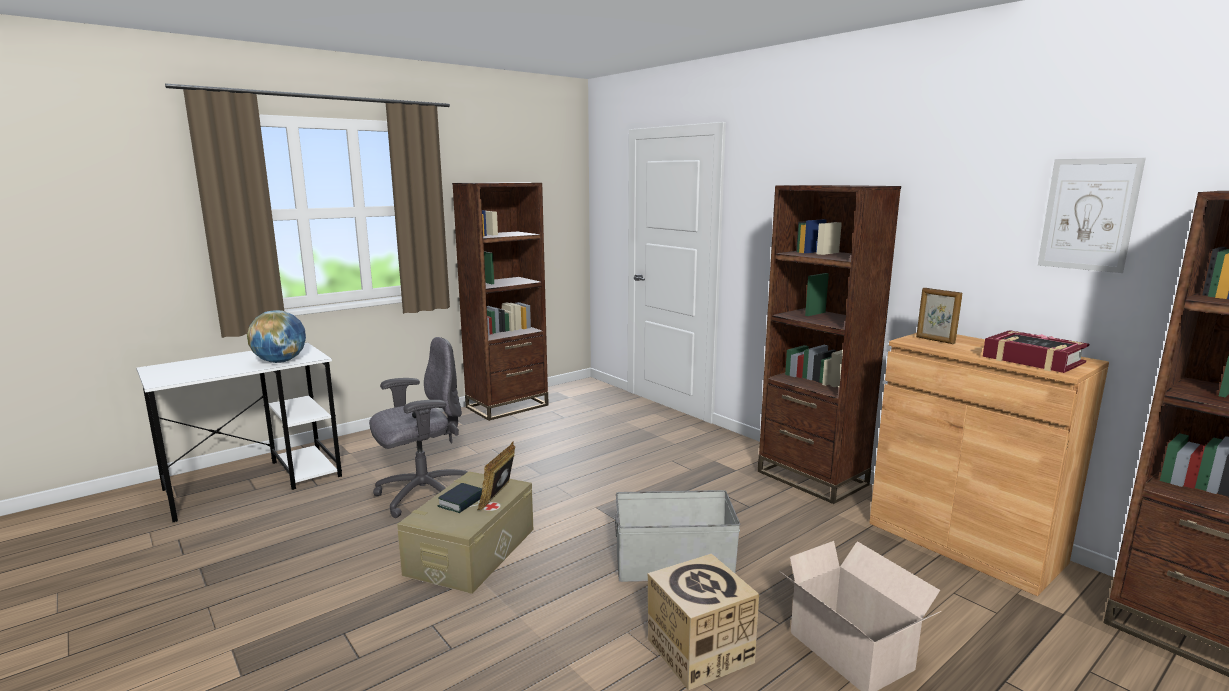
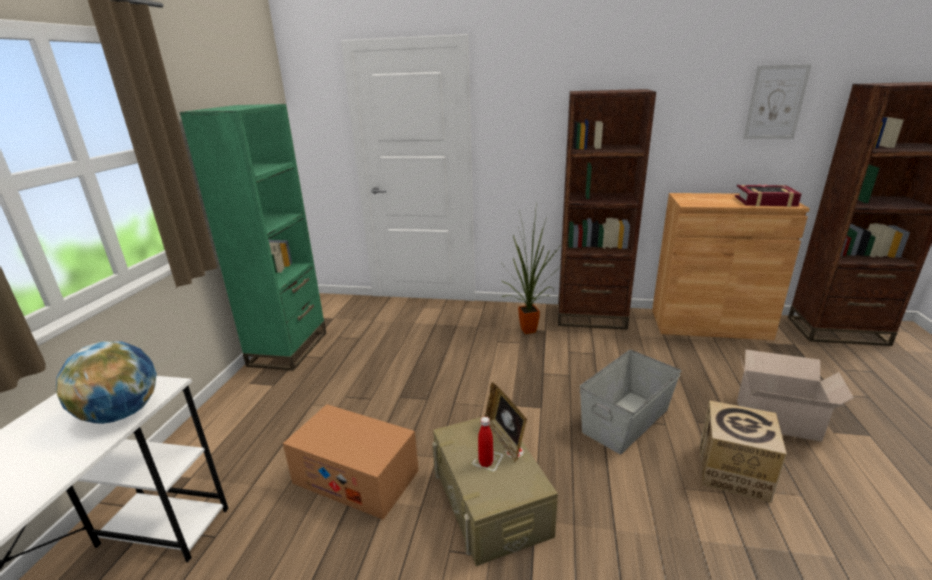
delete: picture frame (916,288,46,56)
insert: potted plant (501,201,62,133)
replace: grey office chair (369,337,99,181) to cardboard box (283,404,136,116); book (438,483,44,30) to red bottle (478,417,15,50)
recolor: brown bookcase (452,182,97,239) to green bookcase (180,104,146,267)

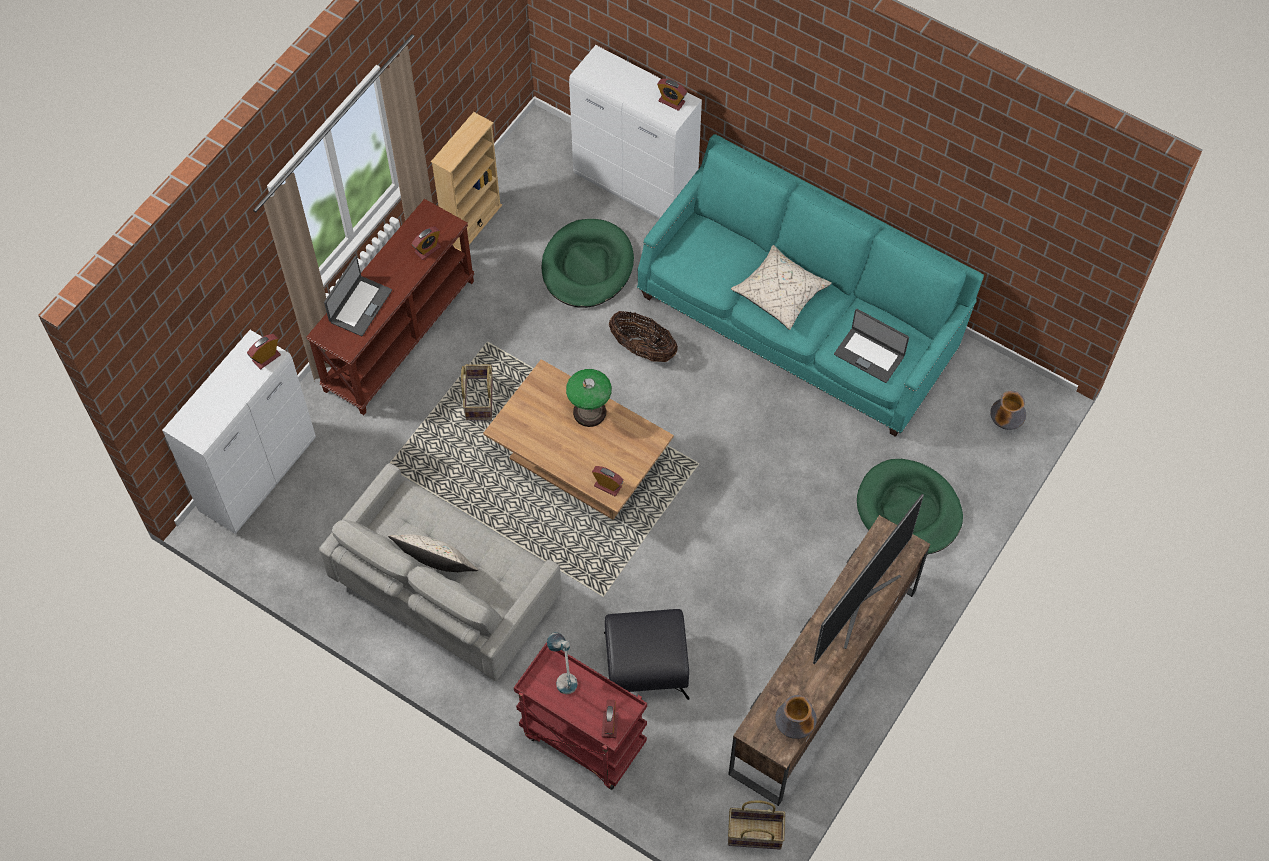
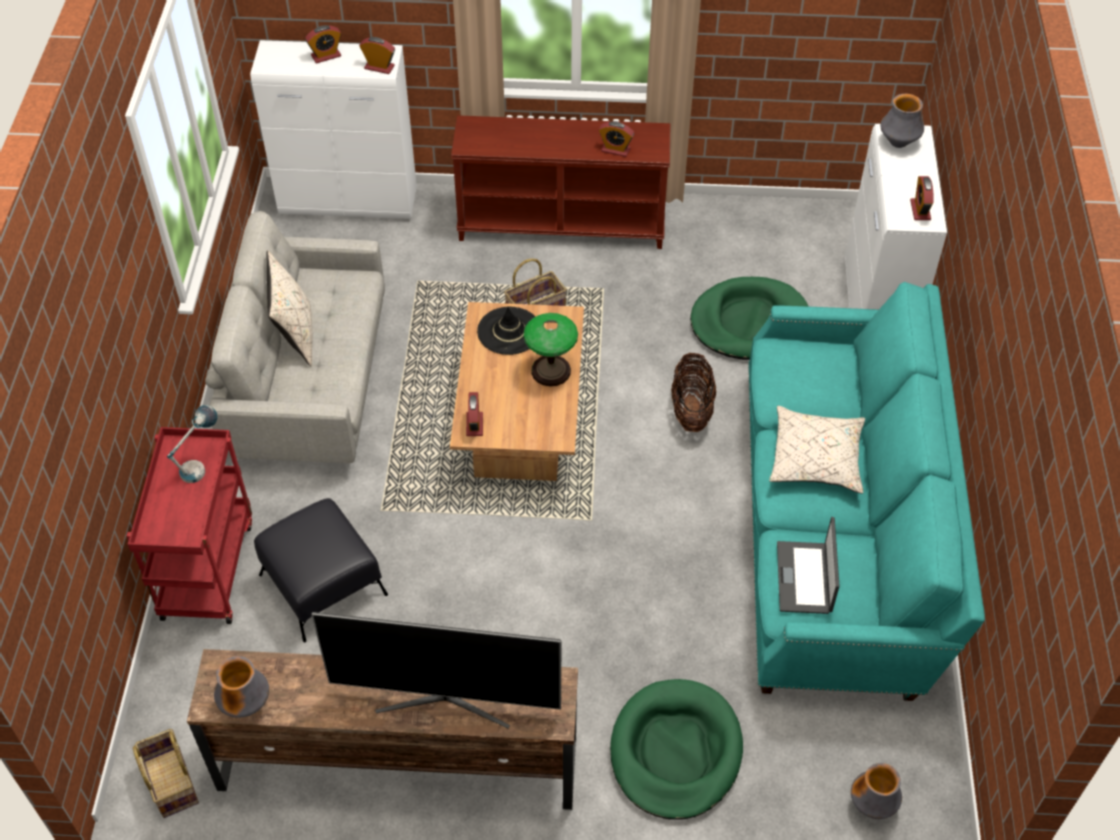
delete: laptop (324,256,68,80); beige bookcase (431,112,71,140)
insert: black hat (477,307,59,48); vase (880,94,44,54)
move: alarm clock (602,699,17,39) to (305,25,36,39)

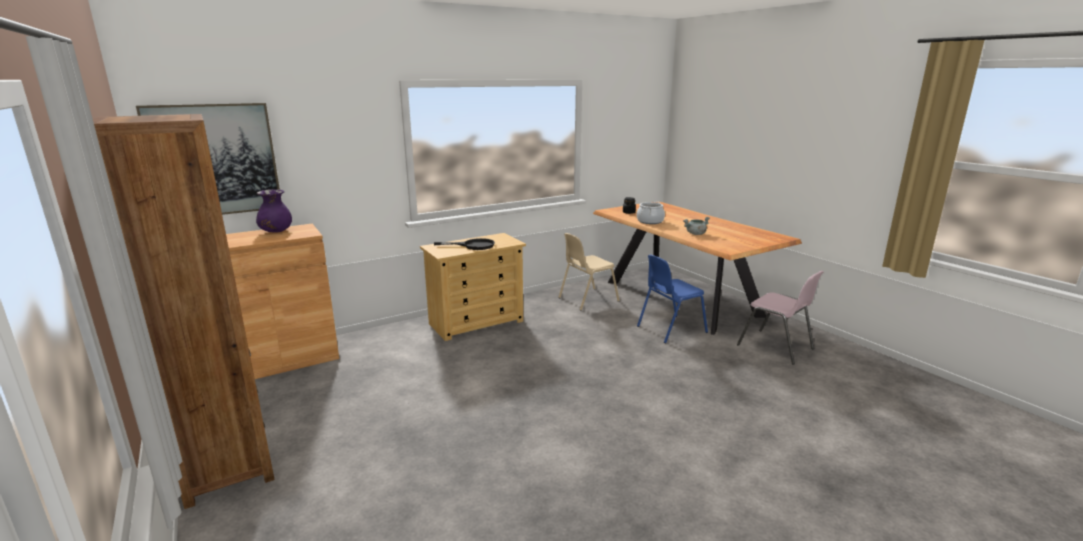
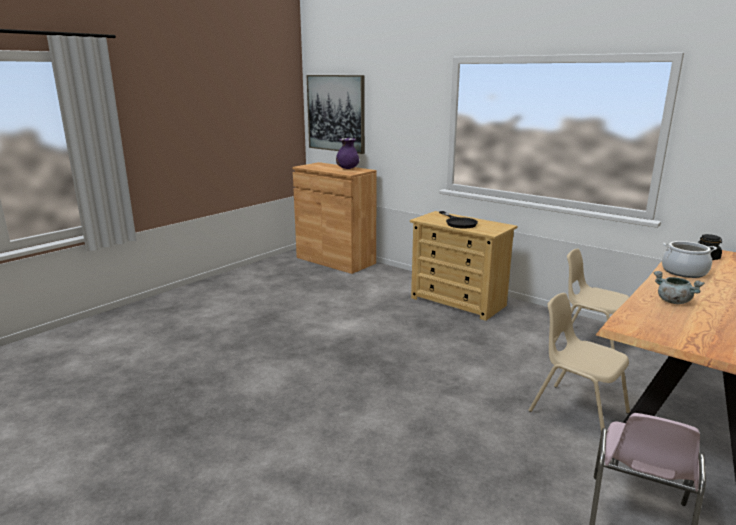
delete: brown bookcase (93,114,182,395)
recolor: blue chair (637,254,71,89) to beige chair (529,293,101,138)

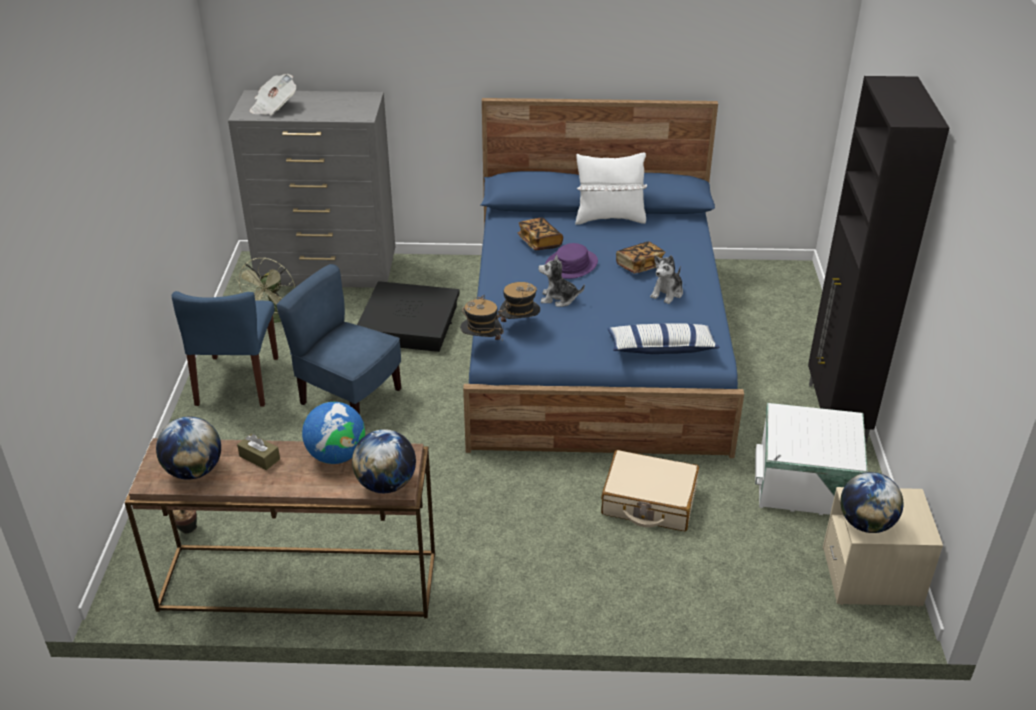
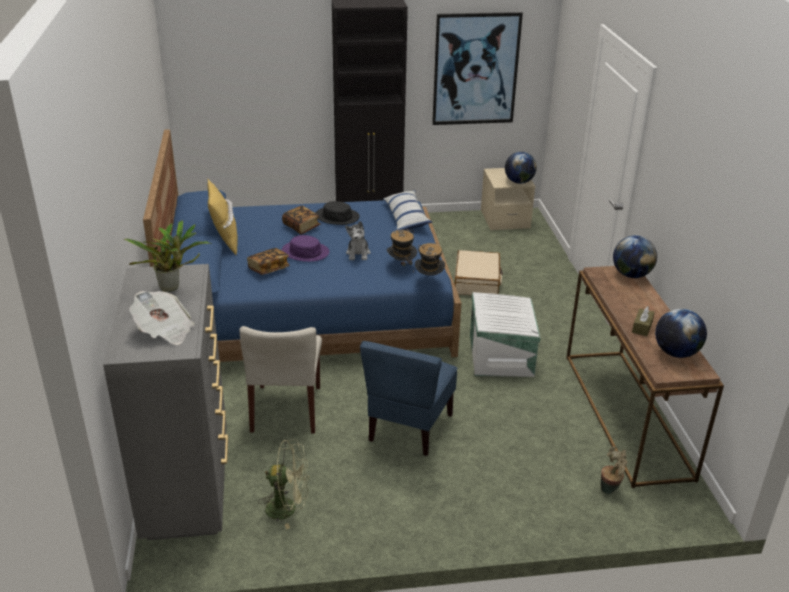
delete: blue chair (172,291,106,115); globe (302,402,63,62)
insert: potted plant (124,220,88,72); picture (432,12,91,113)
move: white storage box (755,403,113,112) to (470,292,71,85)
replace: black storage box (357,281,103,71) to beige chair (239,326,83,107); plush toy (650,255,33,49) to black hat (316,201,44,24)
recolor: white pillow (575,153,72,72) to yellow pillow (207,178,31,77)

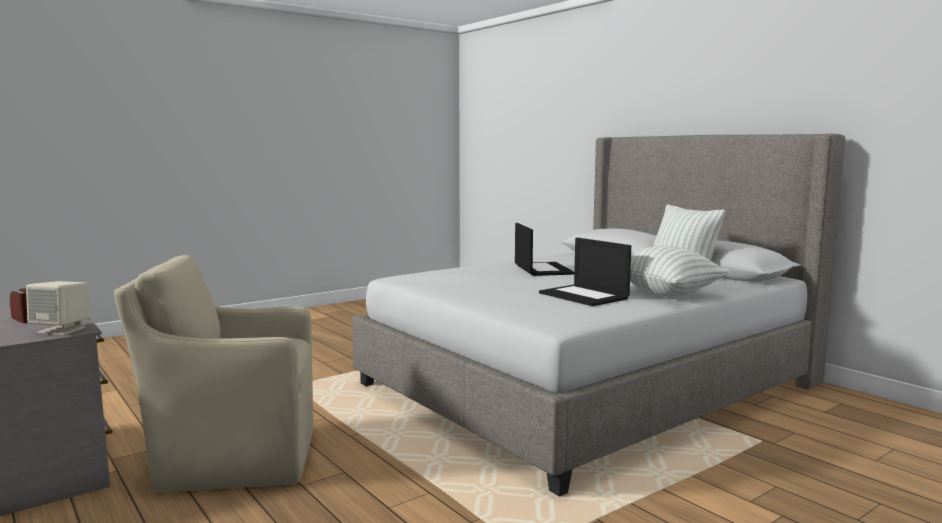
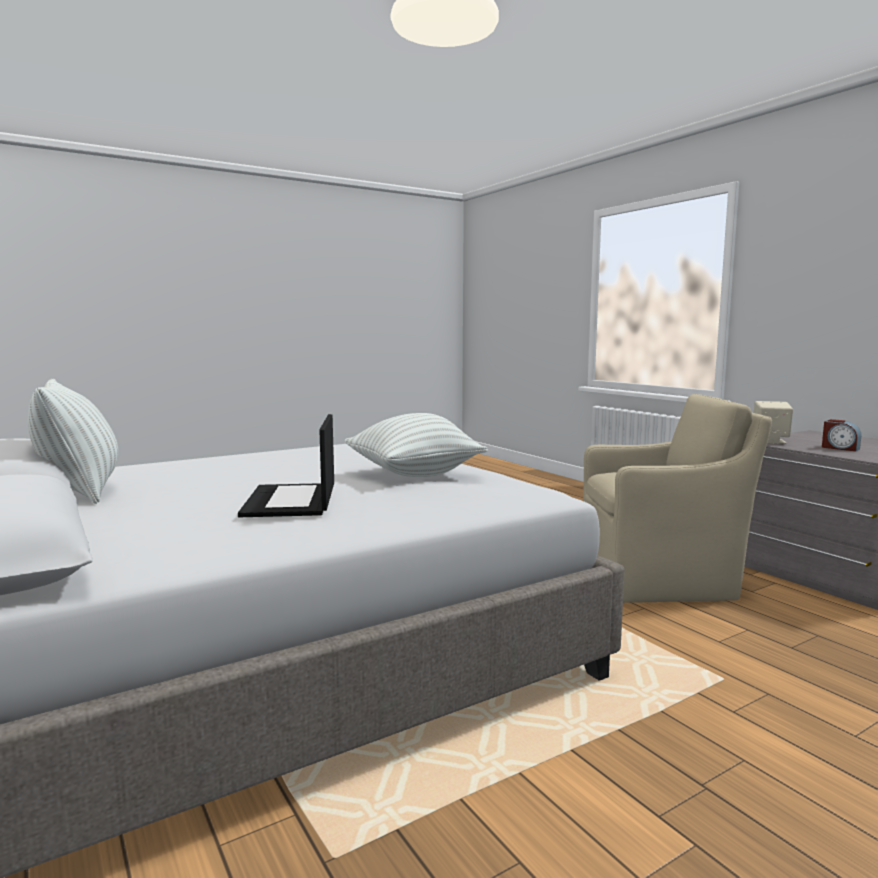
delete: laptop (539,238,92,68)
move: white pillow (630,246,101,51) to (345,413,143,64)

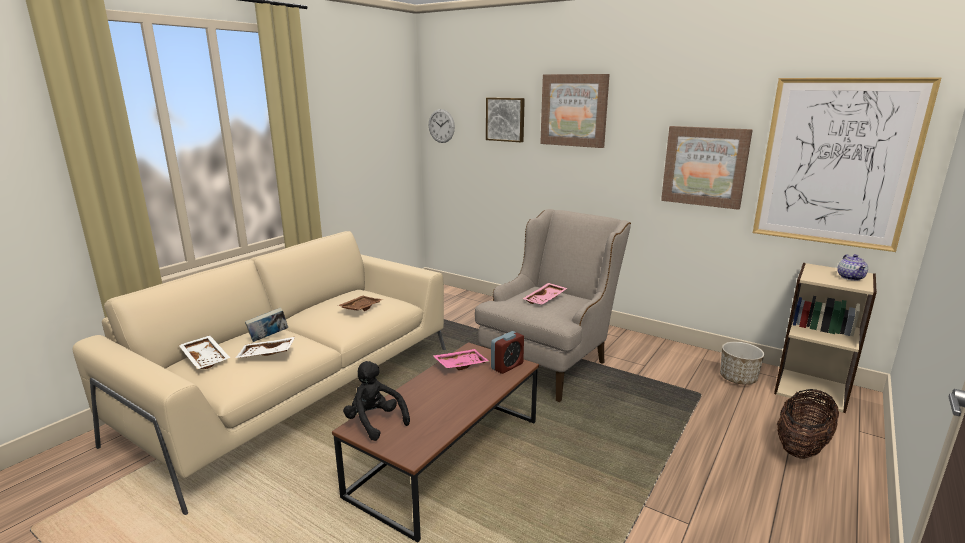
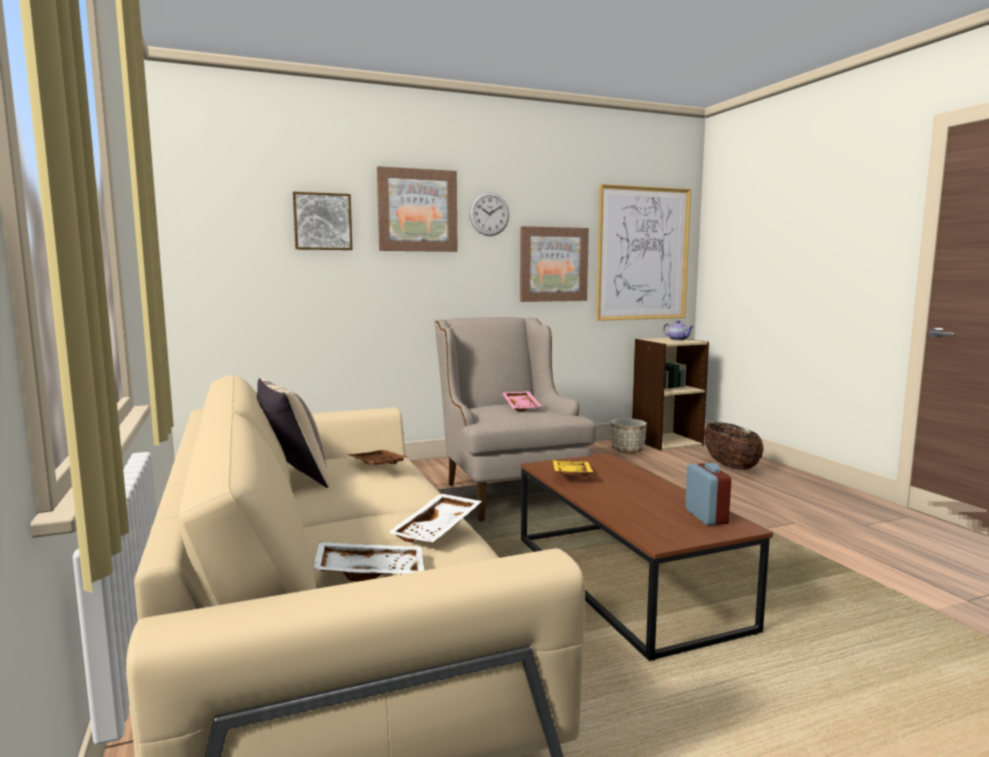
delete: book (245,307,43,35); black plush toy (343,361,67,80)
insert: beige pillow (257,378,72,110)
move: wall clock (429,109,26,34) to (469,192,40,44); alarm clock (491,331,33,43) to (685,463,46,62)
recolor: pink tray (433,349,56,21) to yellow tray (553,460,40,17)

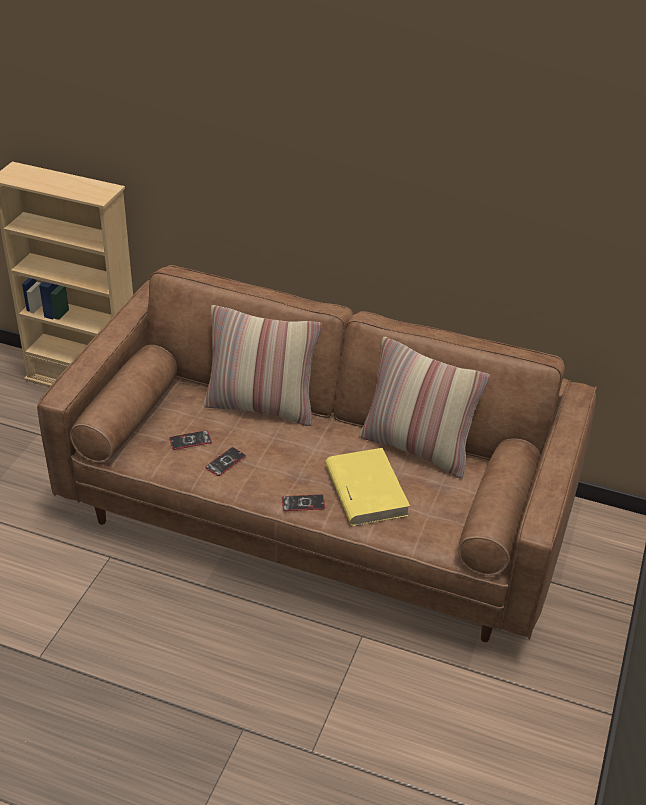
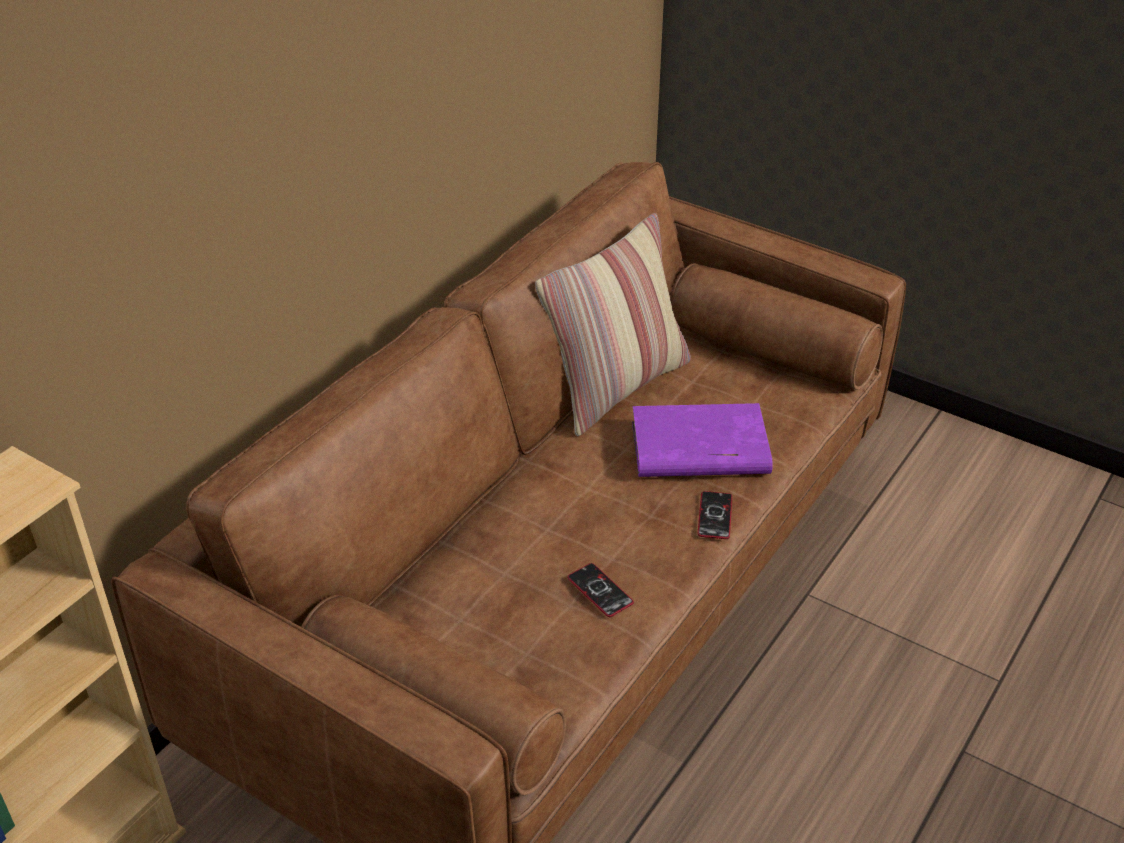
delete: phone (169,430,43,20); pillow (203,305,119,121)
recolor: yellow book (325,448,85,78) to purple book (632,403,141,74)

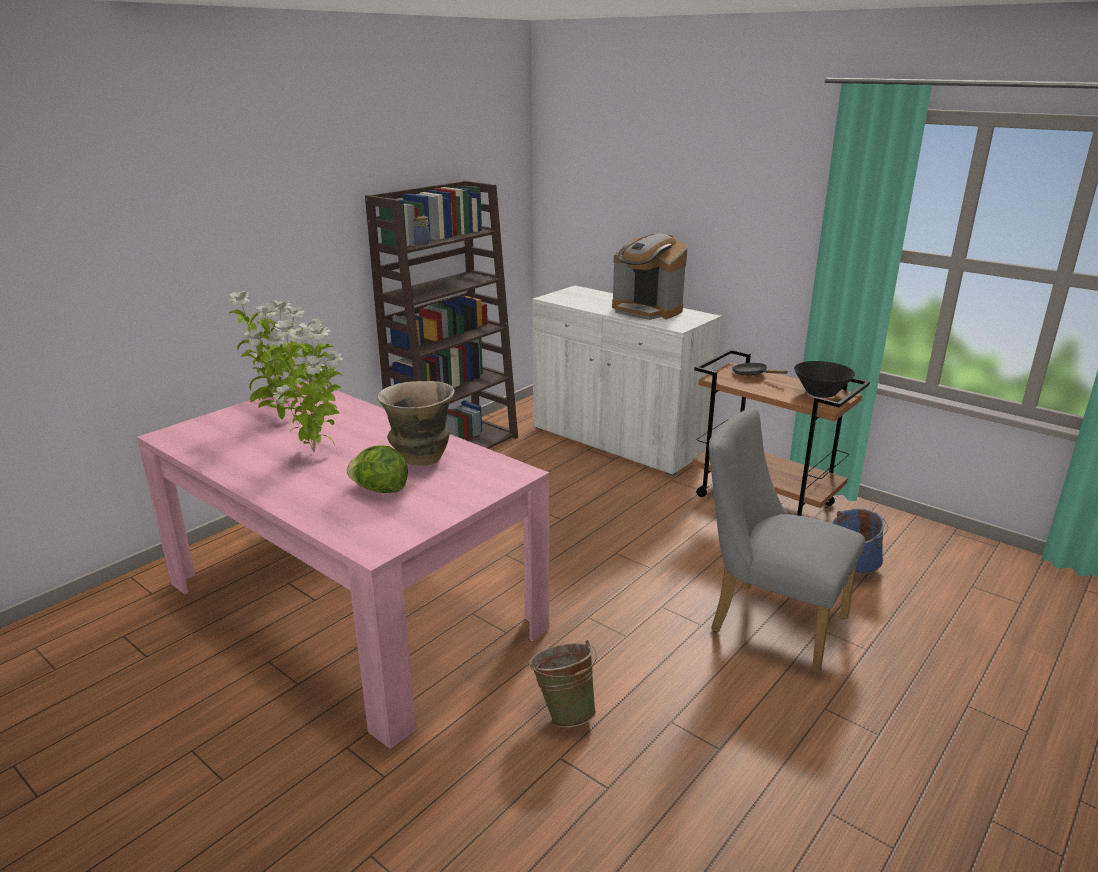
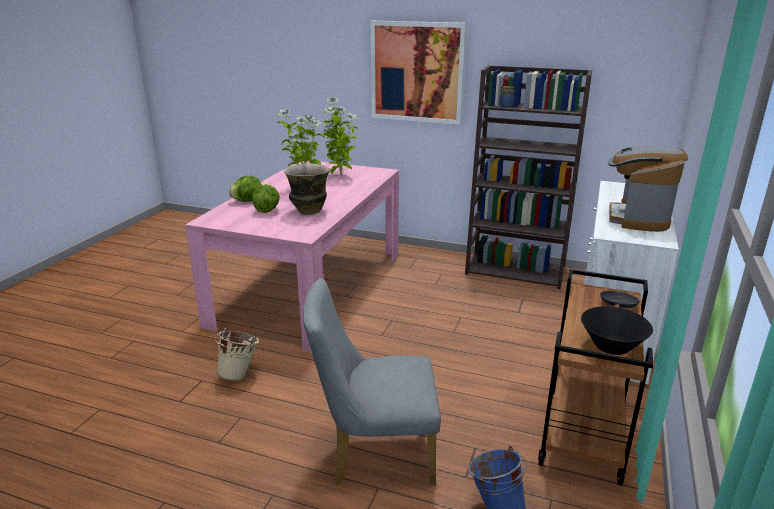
insert: lettuce (229,176,33,26); picture (371,21,95,104)
recolor: green bucket (529,640,68,88) to beige bucket (215,328,44,53)
rotate: grey chair (709,408,156,265) = (303,278,138,208) 105 degrees counterclockwise

